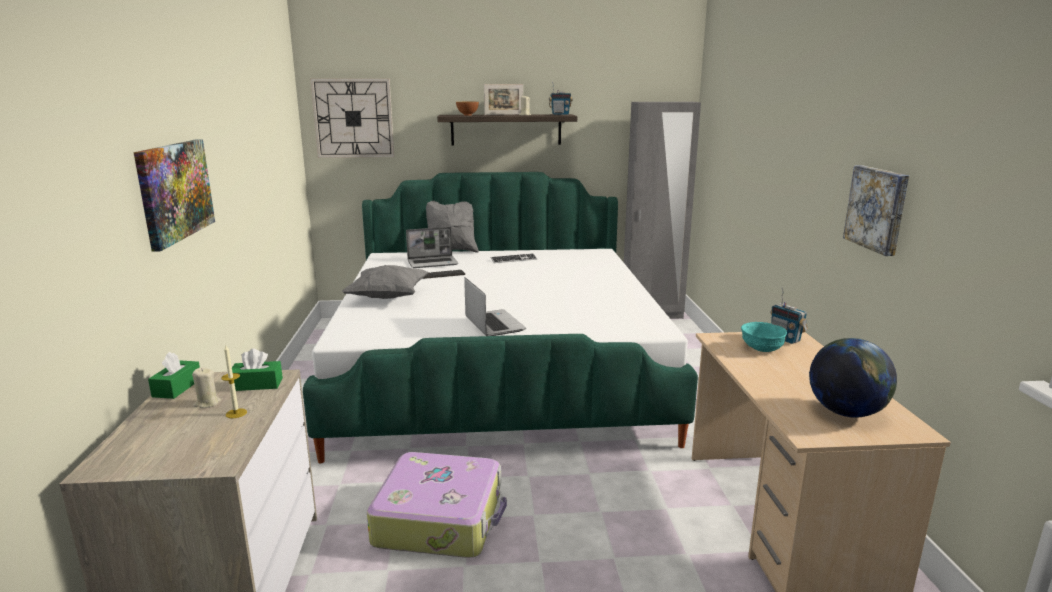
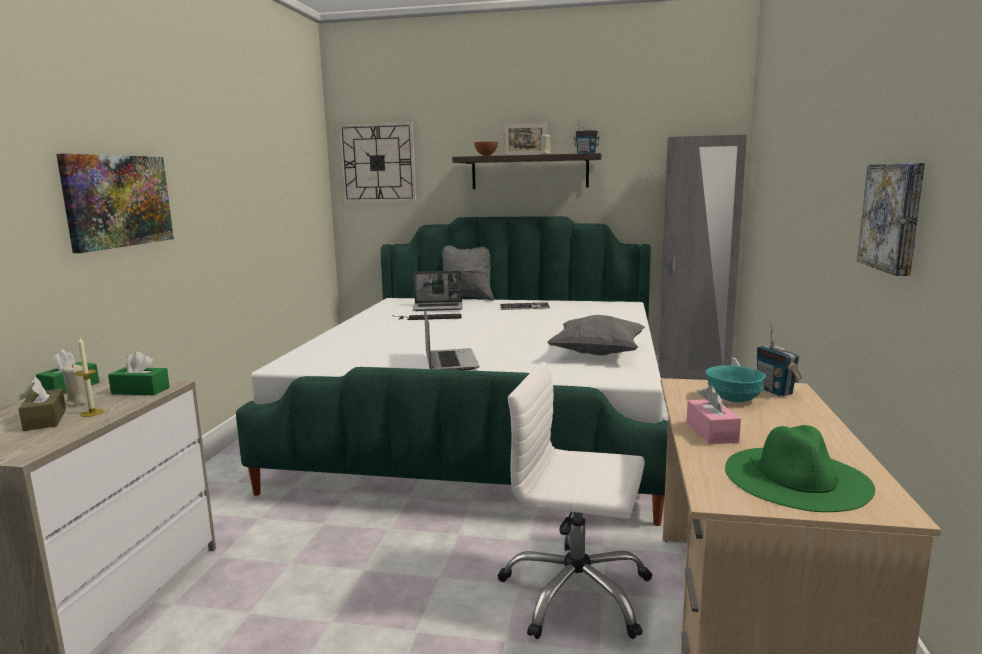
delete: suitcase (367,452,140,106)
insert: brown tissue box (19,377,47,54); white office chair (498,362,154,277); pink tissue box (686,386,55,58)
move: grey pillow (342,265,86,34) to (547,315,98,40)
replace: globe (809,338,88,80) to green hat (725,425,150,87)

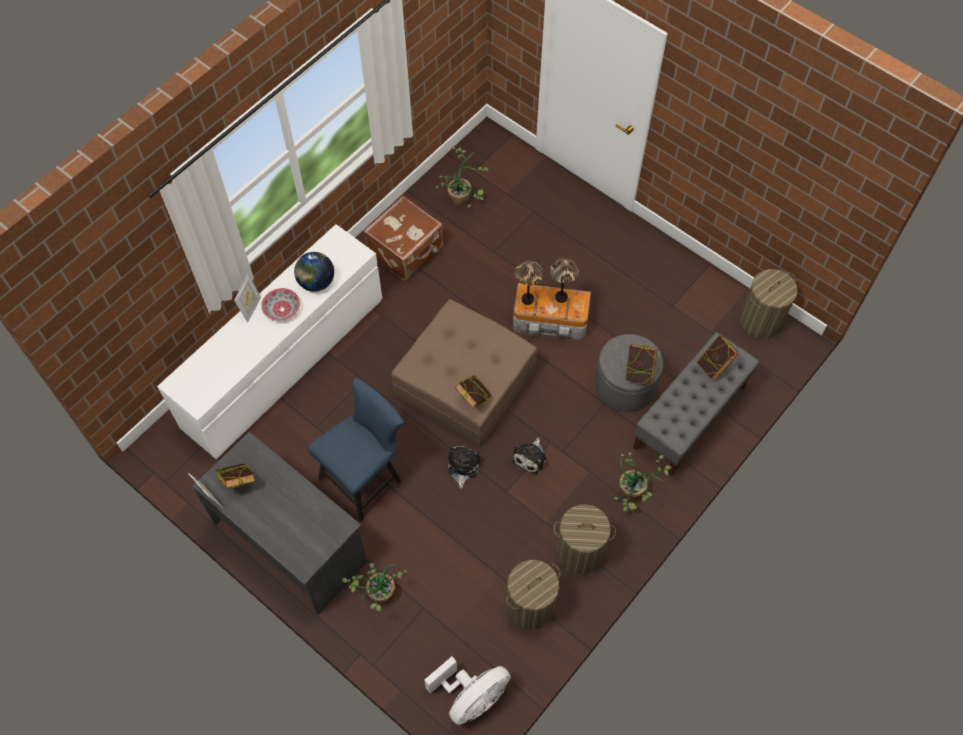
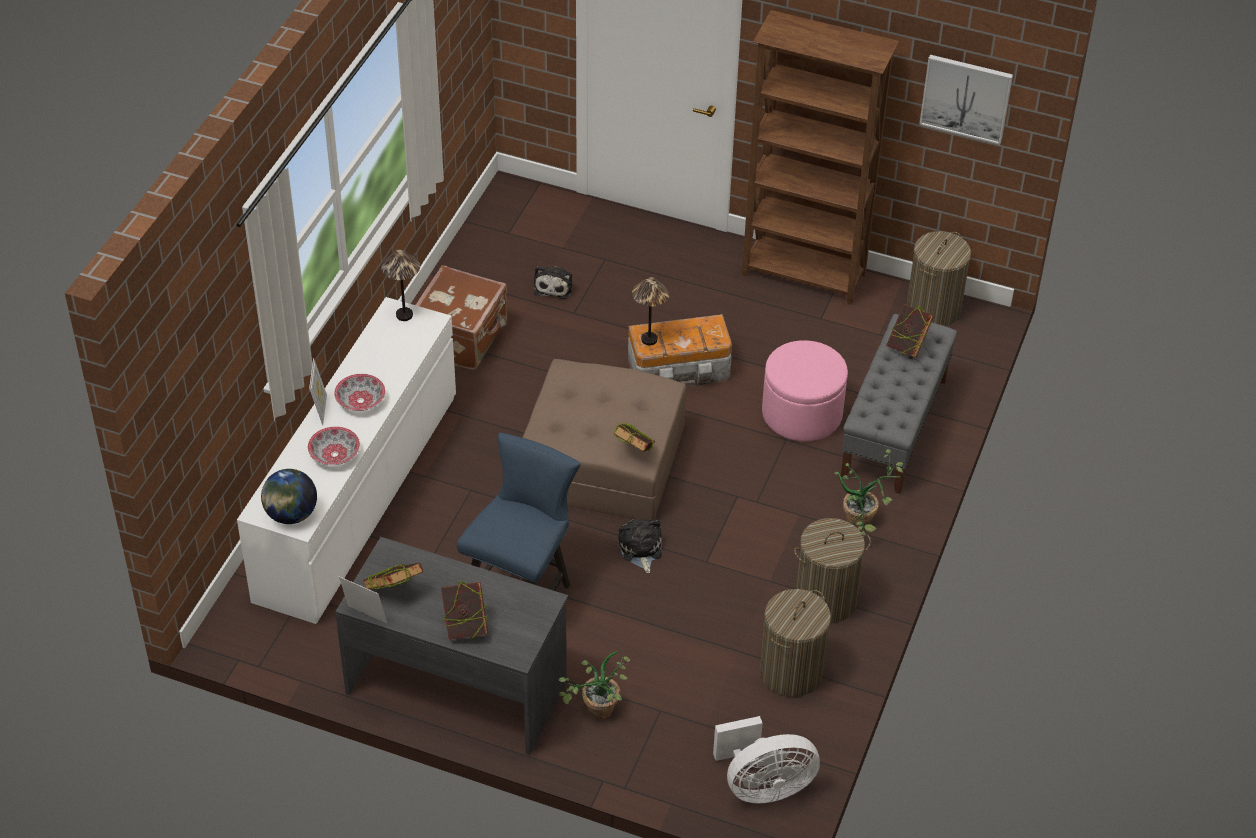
delete: potted plant (436,147,52,61)
insert: bowl (308,426,52,39); brown bookcase (742,10,157,295); picture (919,55,94,90)
move: globe (294,252,40,40) to (261,469,56,55); plush toy (512,437,34,37) to (534,266,38,33); table lamp (550,258,29,45) to (381,250,39,71); book (625,344,32,41) to (441,582,47,58)
recolor: grey ottoman (595,334,68,78) to pink ottoman (762,340,86,101)
rotate: white fan (424,657,87,68) = (713,716,107,88) 45 degrees clockwise

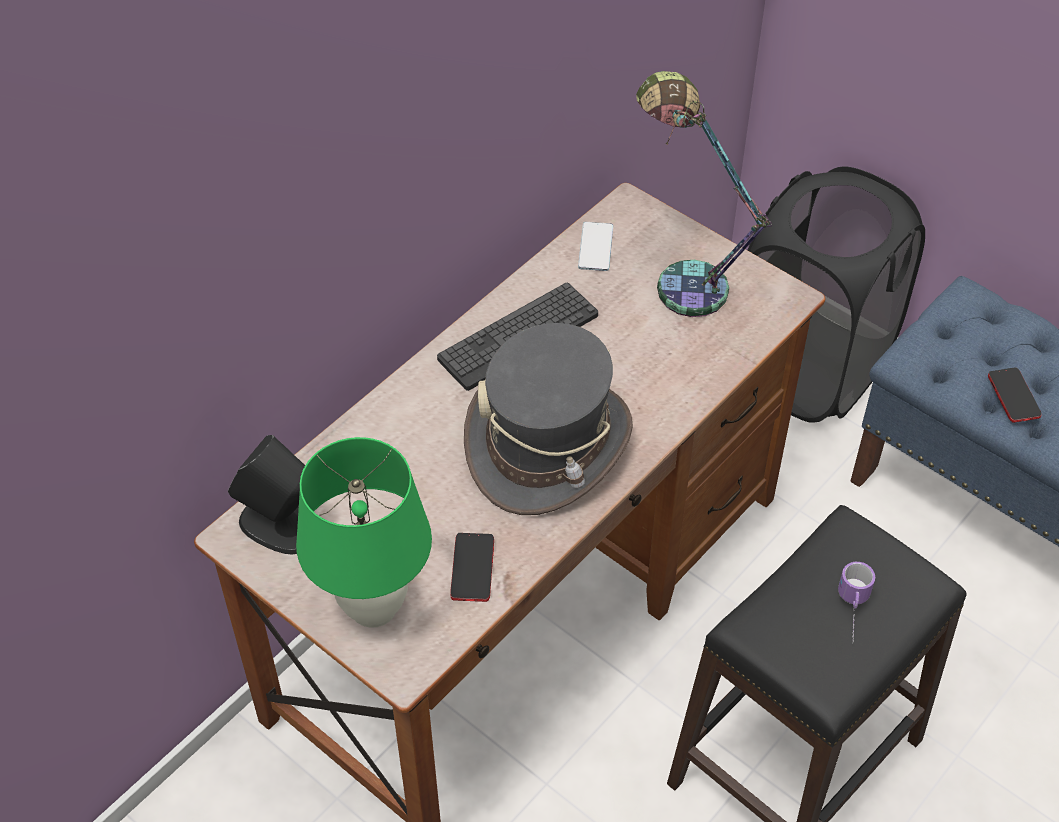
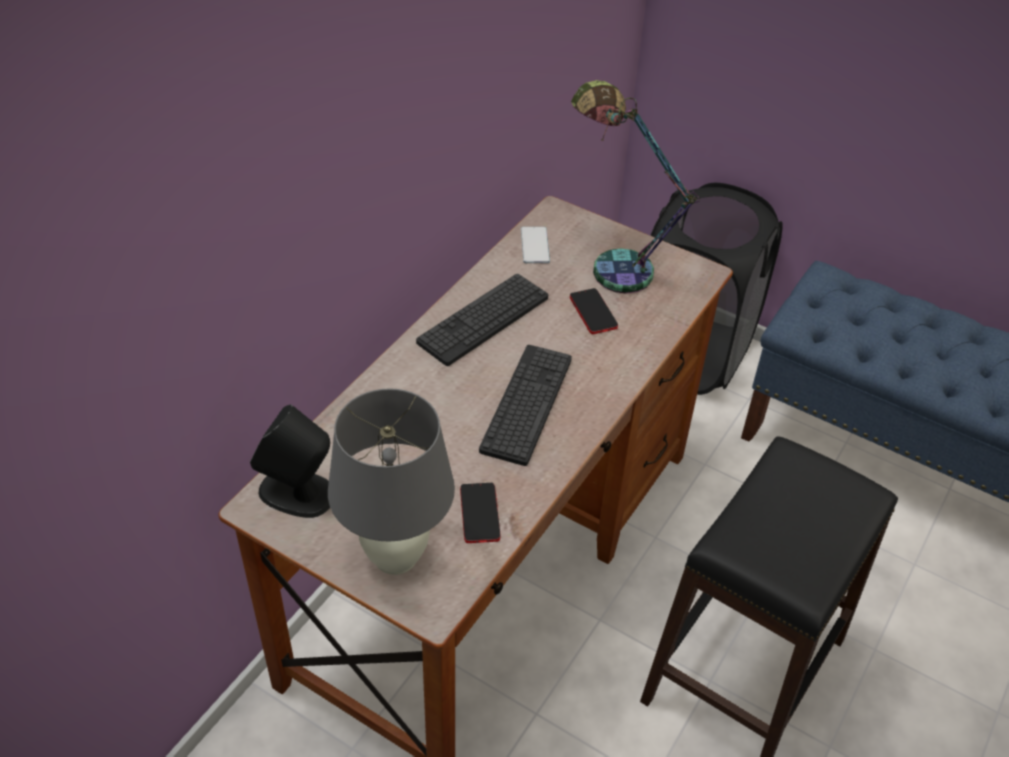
delete: mug (838,562,37,82)
move: phone (988,367,54,56) to (570,288,48,46)
replace: grey hat (464,323,169,192) to keyboard (479,345,93,121)
recolor: green table lamp (296,437,136,191) to grey table lamp (328,388,127,187)

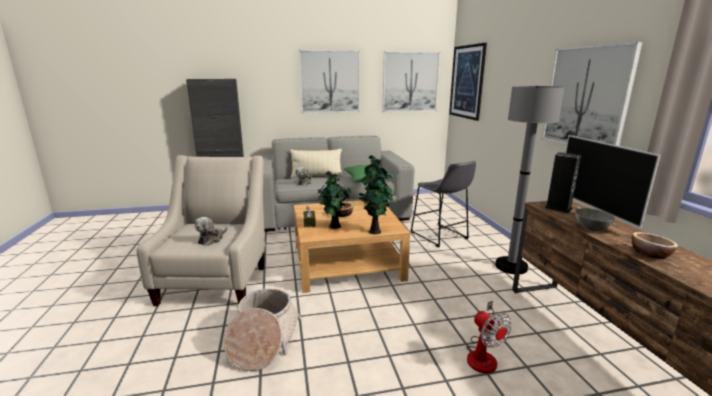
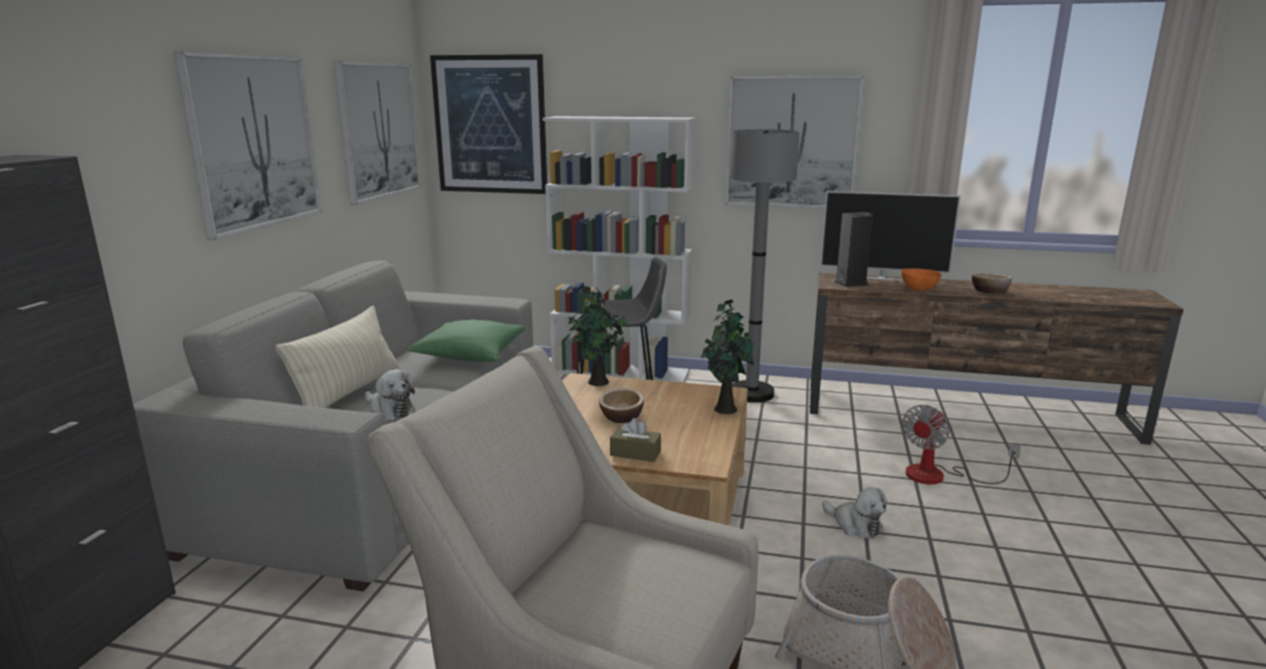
delete: potted plant (317,171,35,58)
insert: white bookcase (543,116,152,267)
move: plush toy (195,217,33,29) to (822,487,65,51)
recolor: grey bowl (575,208,40,23) to orange bowl (901,268,41,23)
rotate: fan (467,301,45,72) = (902,405,119,79) 135 degrees clockwise

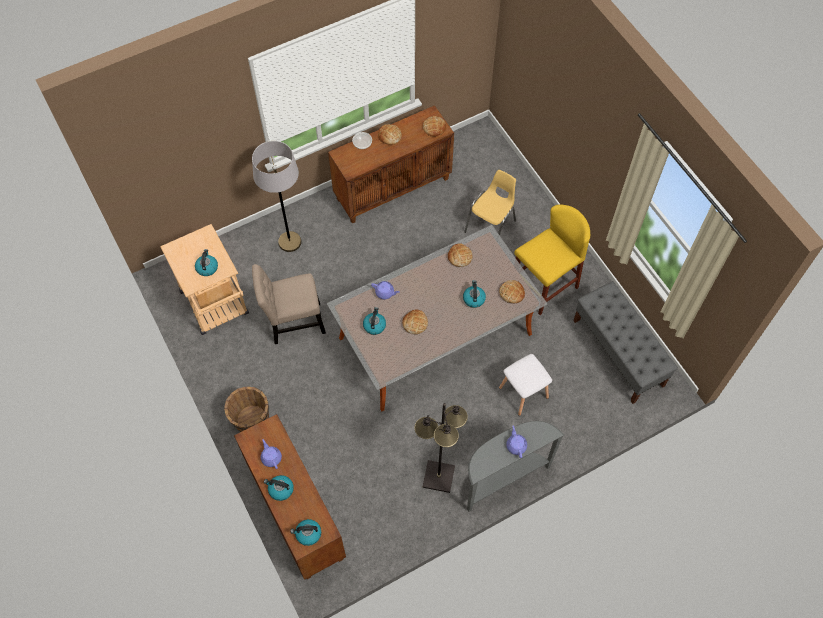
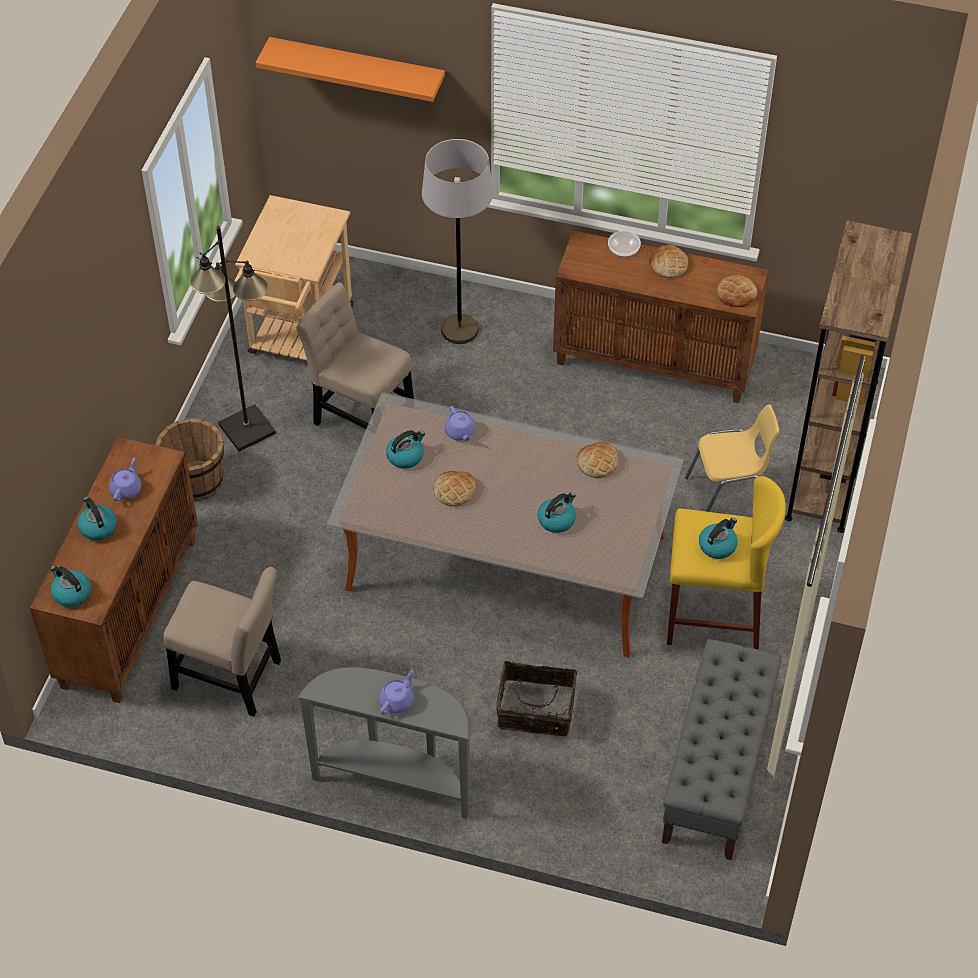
delete: bread (499,280,26,23)
insert: beige chair (163,567,118,150); orange shelf (256,37,189,65); brown bookcase (785,220,127,313)
move: kettle (195,249,23,27) to (699,518,39,41); black floor lamp (414,403,54,90) to (190,226,86,225)
replace: white stool (499,354,53,62) to basket (496,661,81,75)

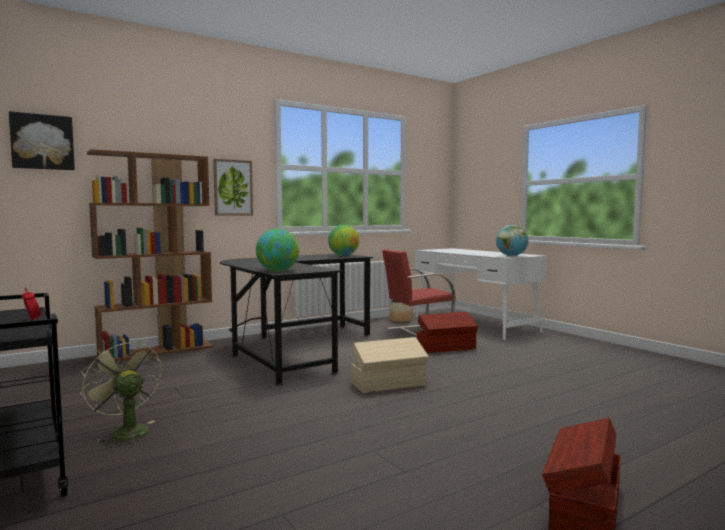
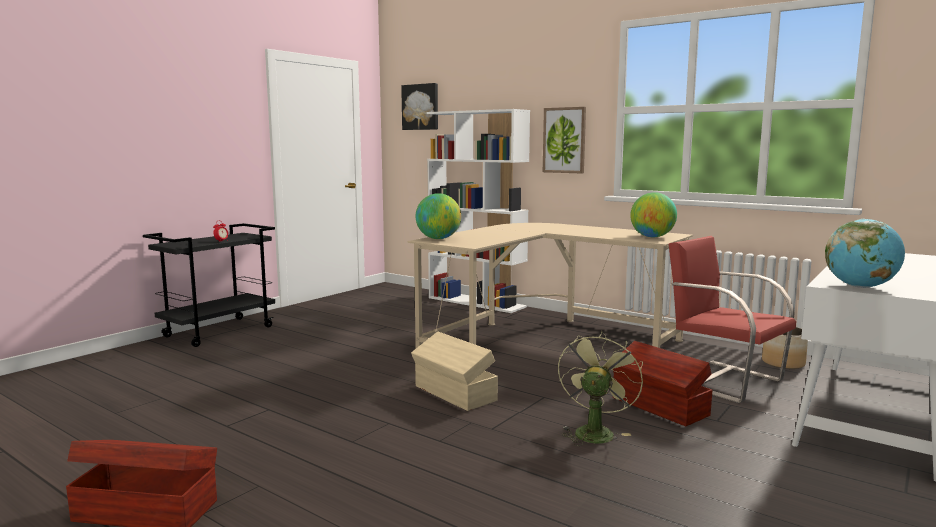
move: green fan (80,339,82,107) to (558,332,85,114)
recolor: brown bookcase (87,149,127,212) to white bookcase (427,109,103,204); black desk (220,254,153,132) to beige desk (407,223,286,125)

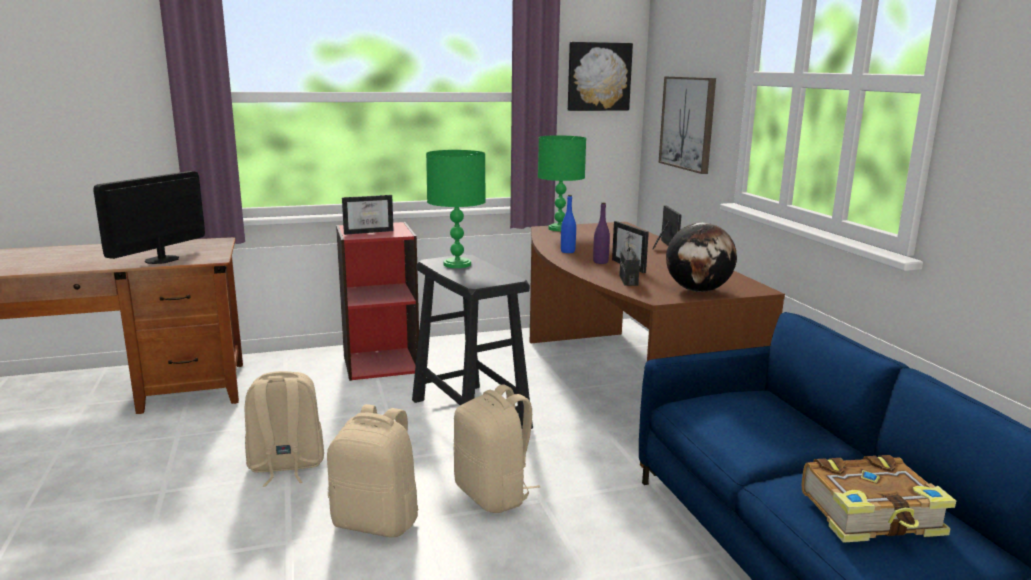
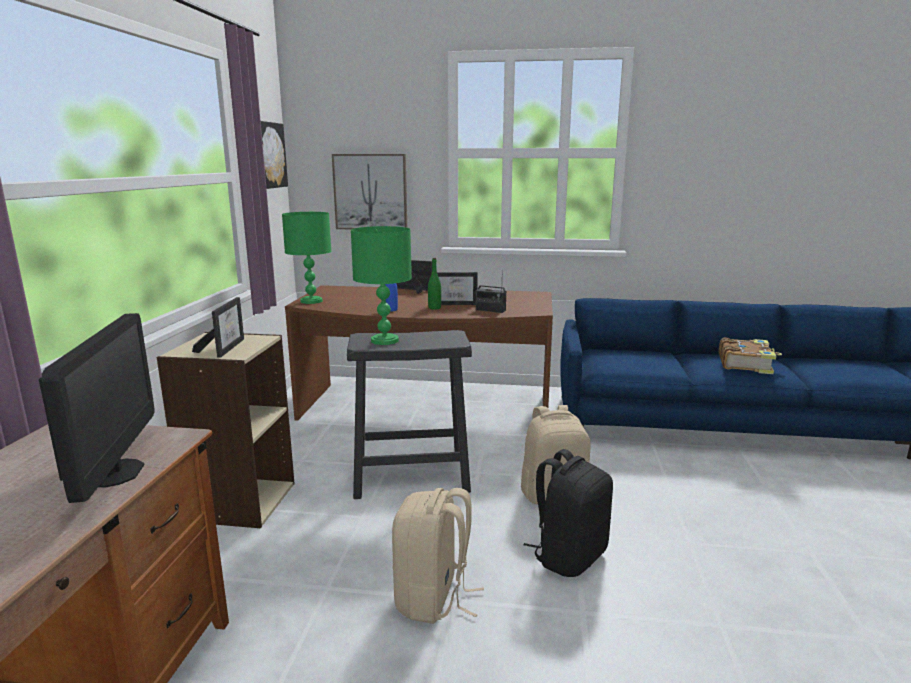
delete: globe (666,223,71,69)
recolor: beige backpack (327,404,92,133) to black backpack (523,449,90,128); red bookcase (336,222,83,159) to beige bookcase (157,332,138,196); purple bottle (593,202,17,62) to green bottle (428,258,13,52)
rotate: monitor (93,171,112,93) = (39,313,116,190) 150 degrees counterclockwise

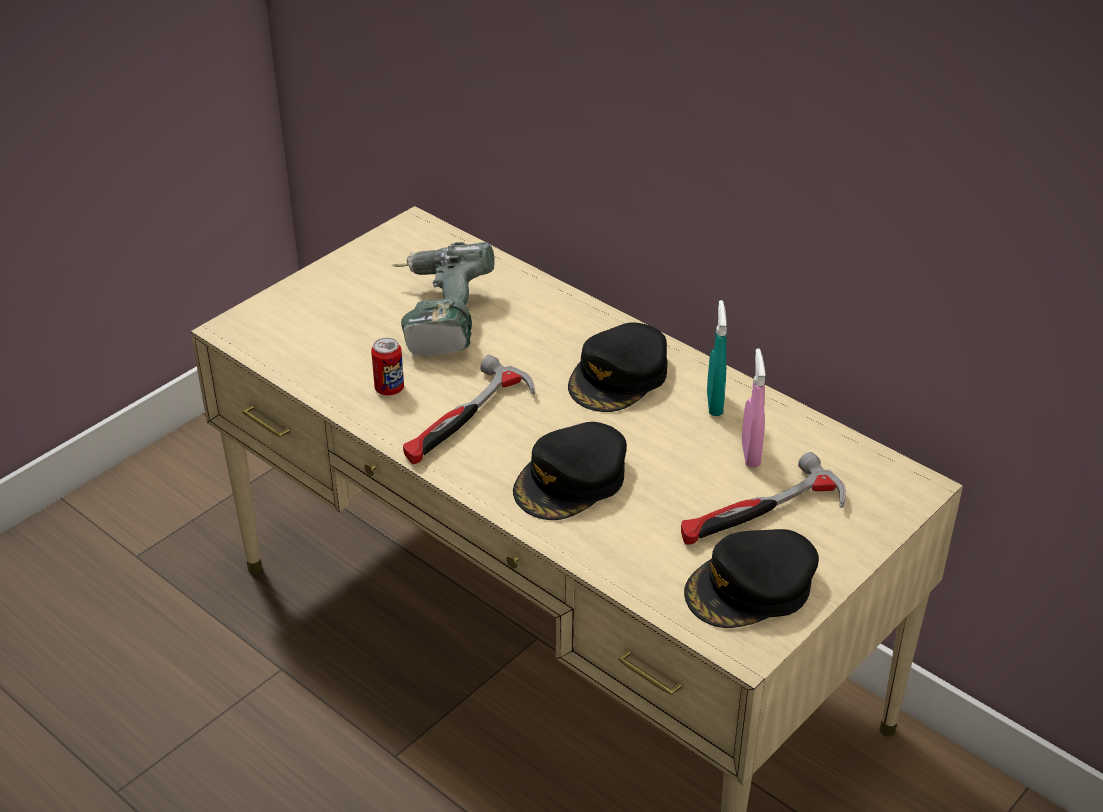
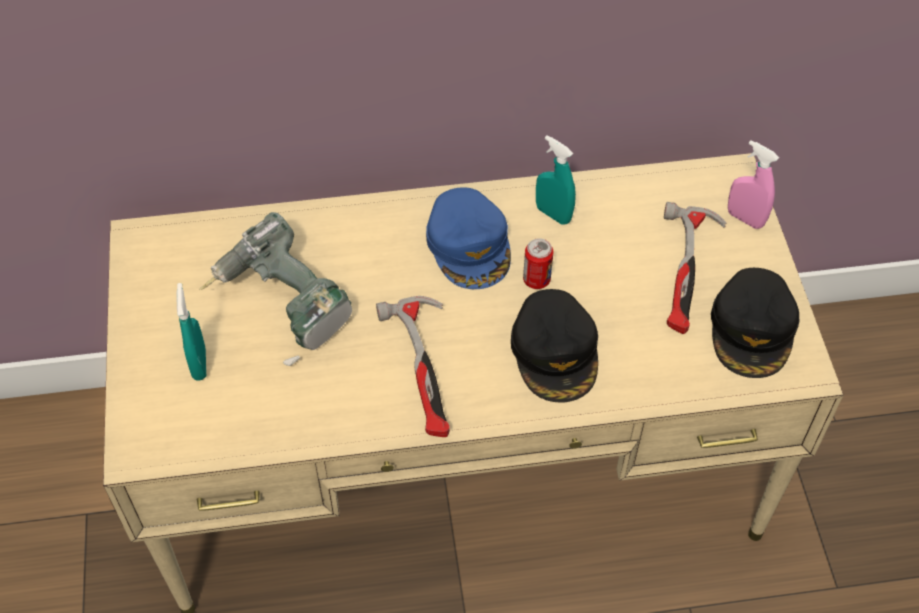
insert: turquoise spray bottle (176,283,30,98)
move: can (371,338,33,57) to (523,238,31,51); pink spray bottle (742,348,23,120) to (728,140,51,89)
recolor: black cap (568,322,100,90) to blue cap (426,187,85,102)

